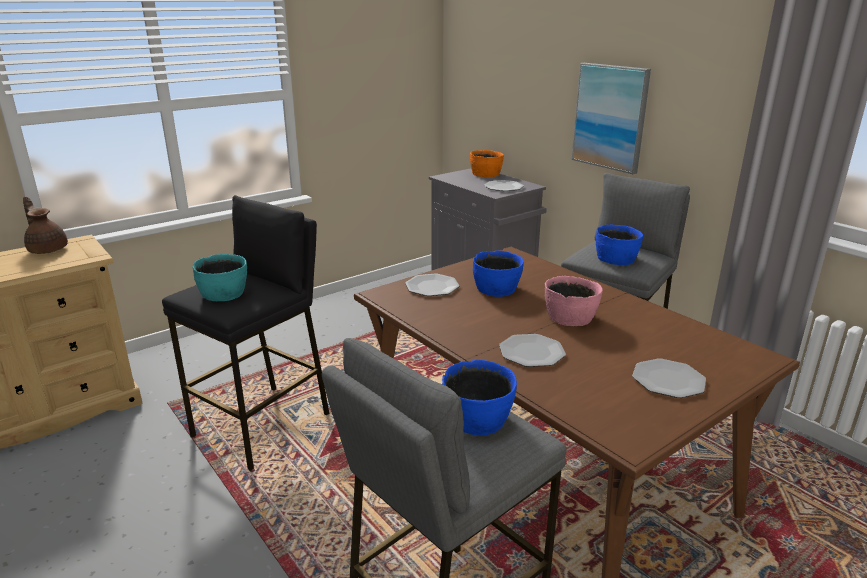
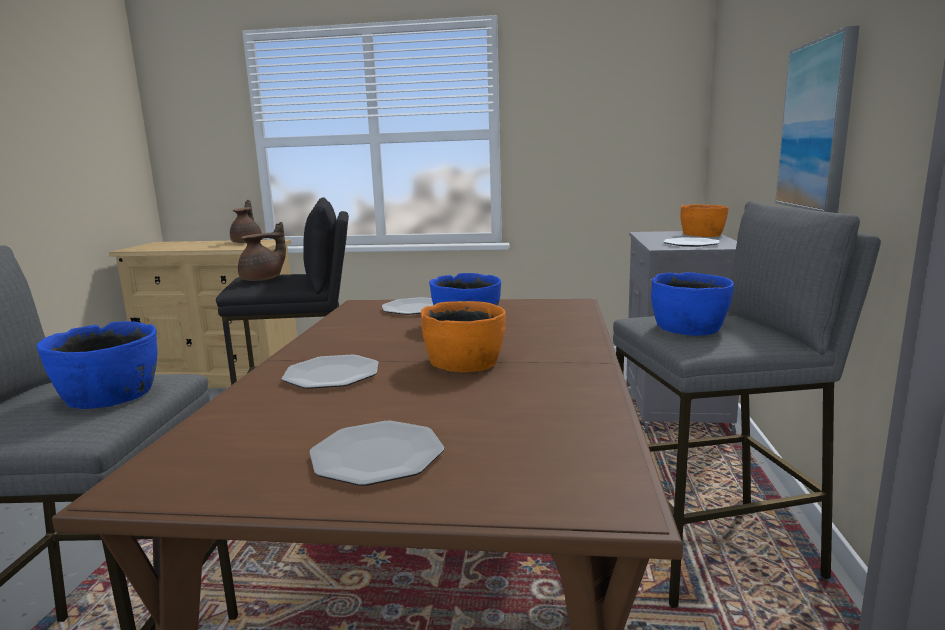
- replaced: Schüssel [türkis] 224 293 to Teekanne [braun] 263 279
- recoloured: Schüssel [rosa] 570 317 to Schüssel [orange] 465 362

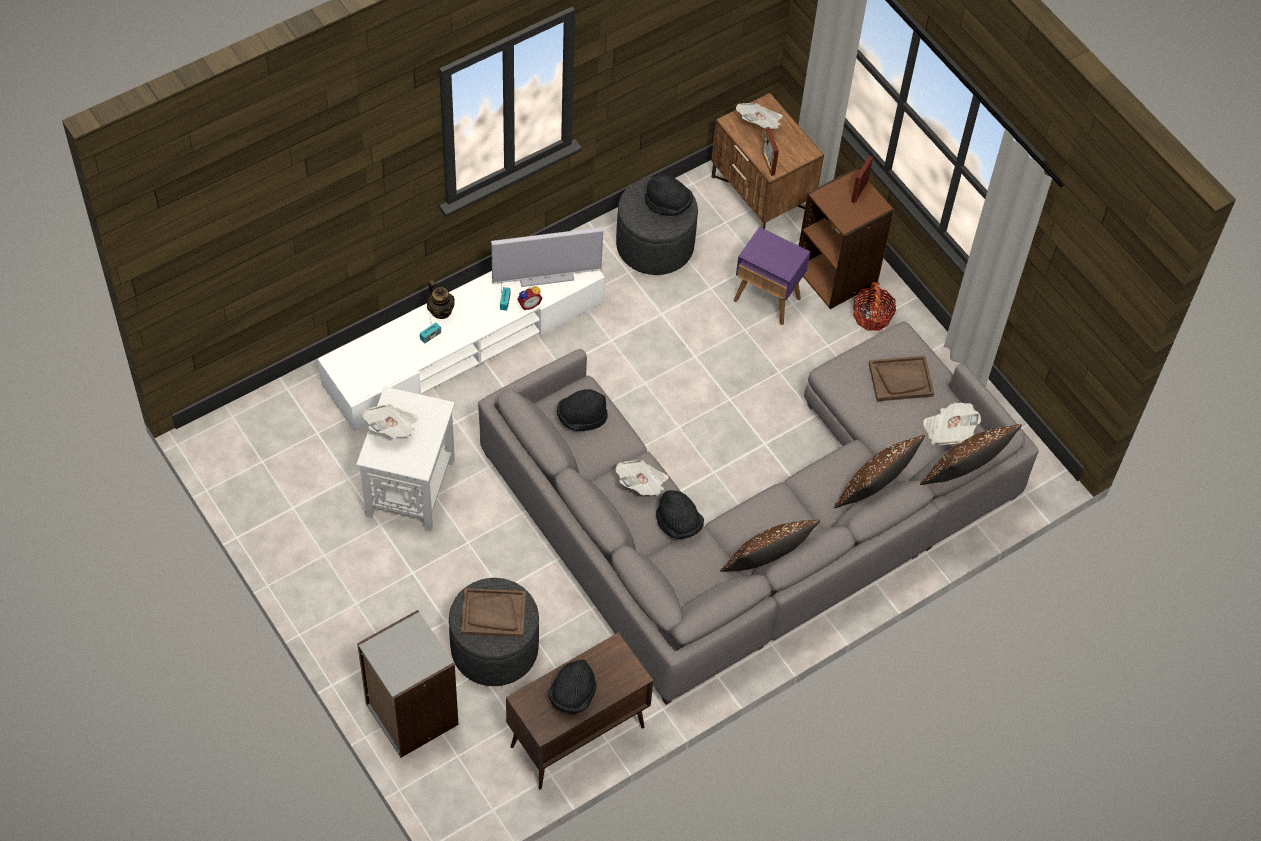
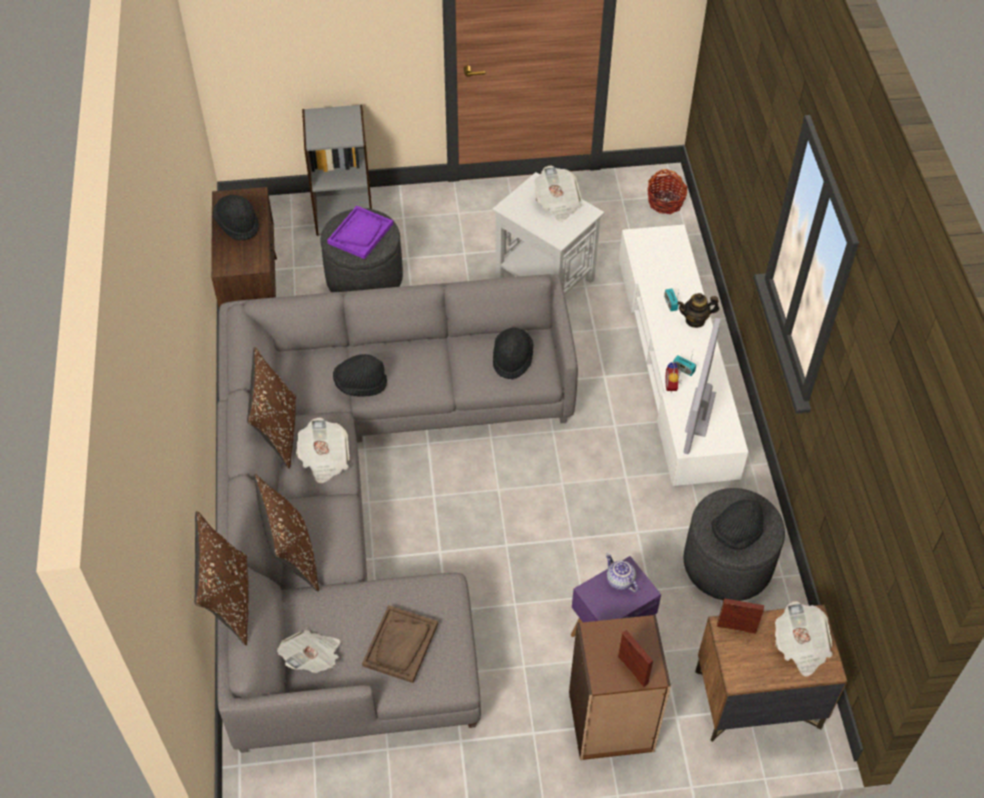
- added: Teekanne 619 581
- moved: Zeitung 642 484 to 324 459
- moved: Korb 872 316 to 665 202
- recoloured: Tablett [braun] 493 614 to Tablett [lila] 360 233

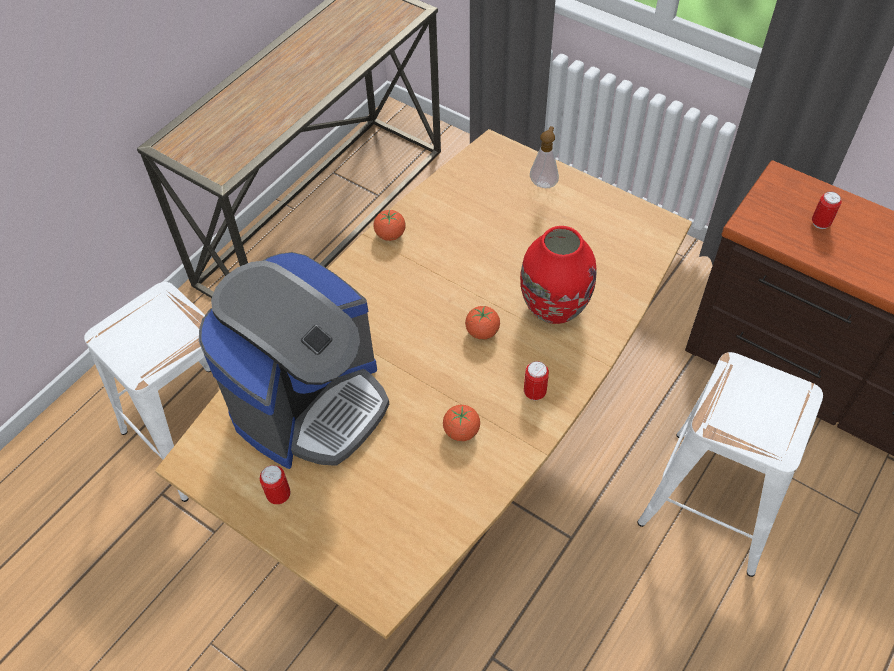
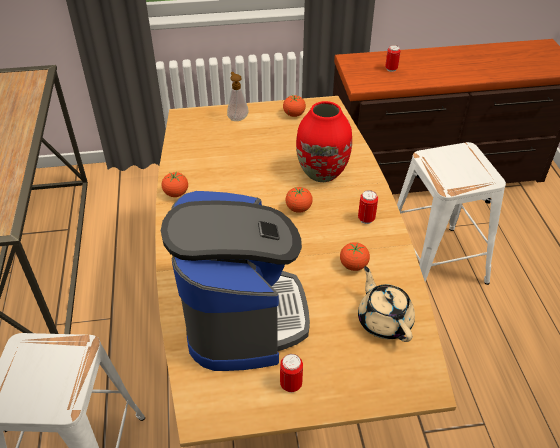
- added: Tomate 294 114
- added: Teekanne [beige] 384 320

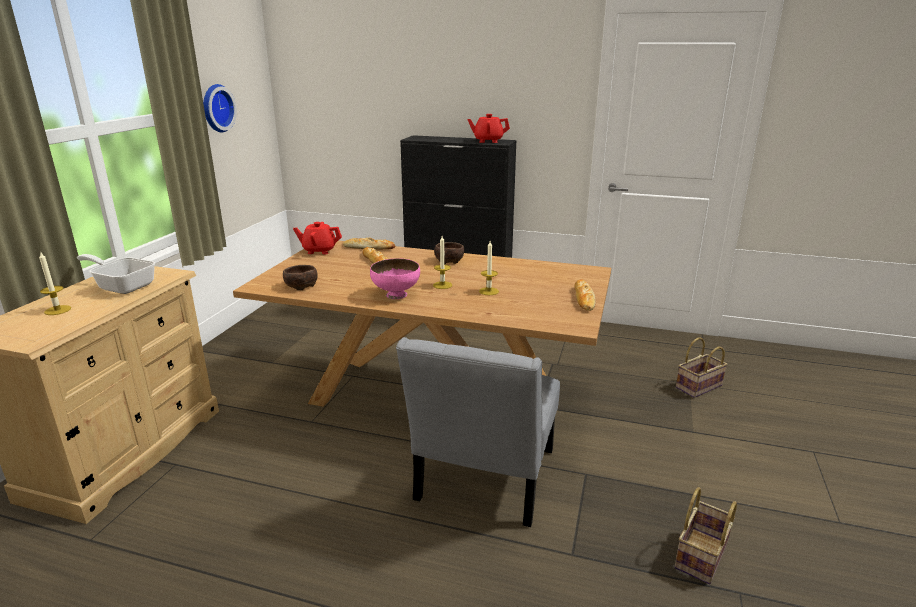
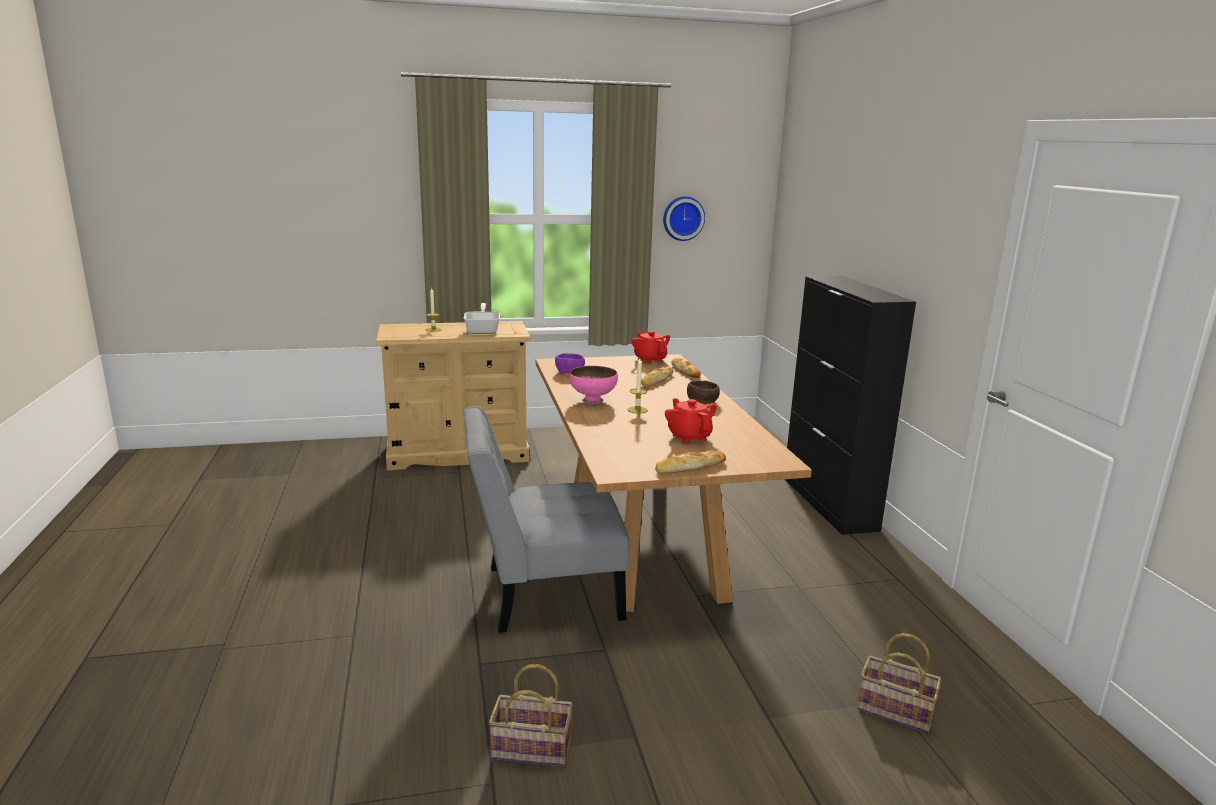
- removed: Kerze 488 291
- moved: Teekanne [rot] 488 141 to 689 437
- recoloured: Schüssel [braun] 300 285 to Schüssel [lila] 569 371

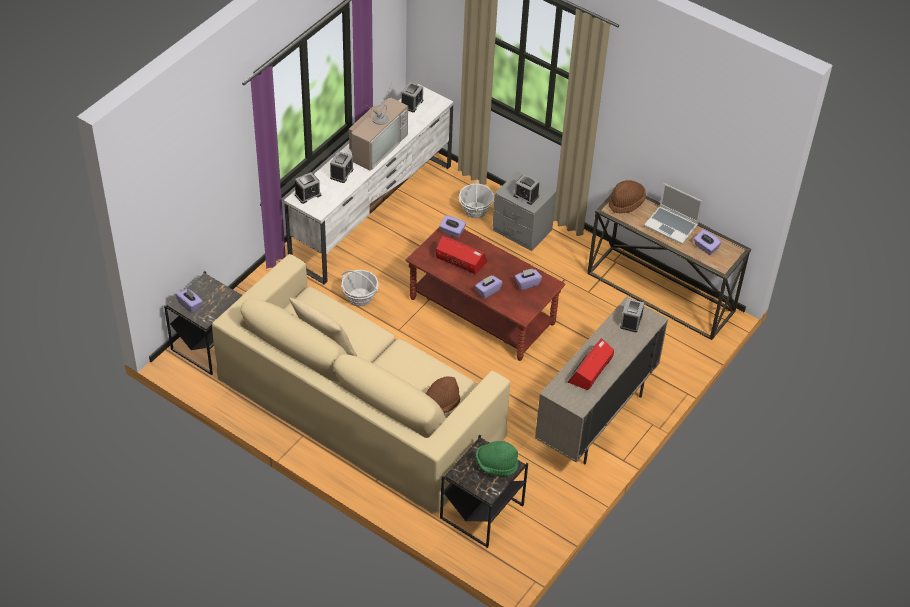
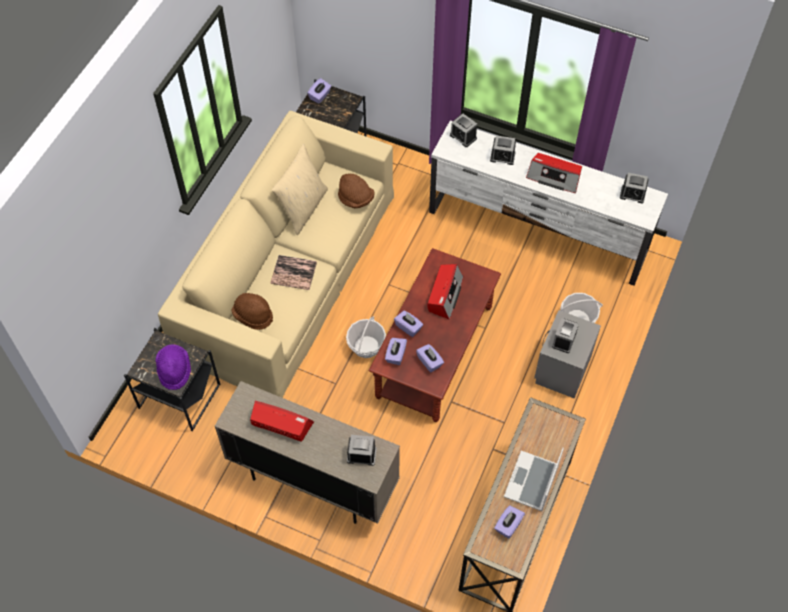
- added: Buch 293 273
- moved: Korb 360 297 to 366 347
- moved: Taschentuchbox [lila] 452 232 to 395 355
- moved: Hut [braun] 626 203 to 356 199
- replaced: Fernseher 377 146 to Radio 554 177
- recoloured: Hut [grün] 496 465 to Hut [lila] 174 371

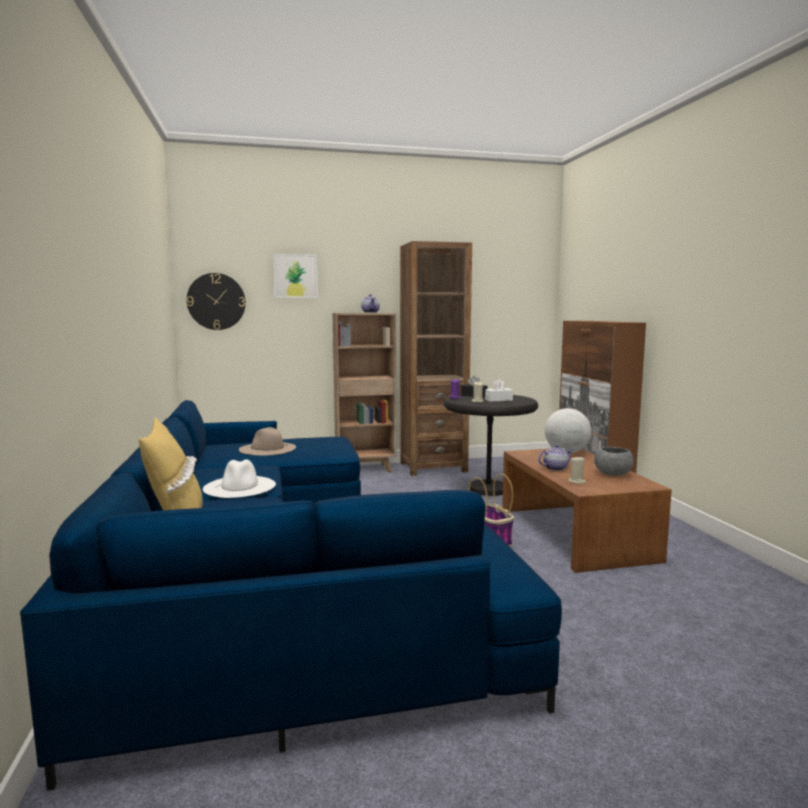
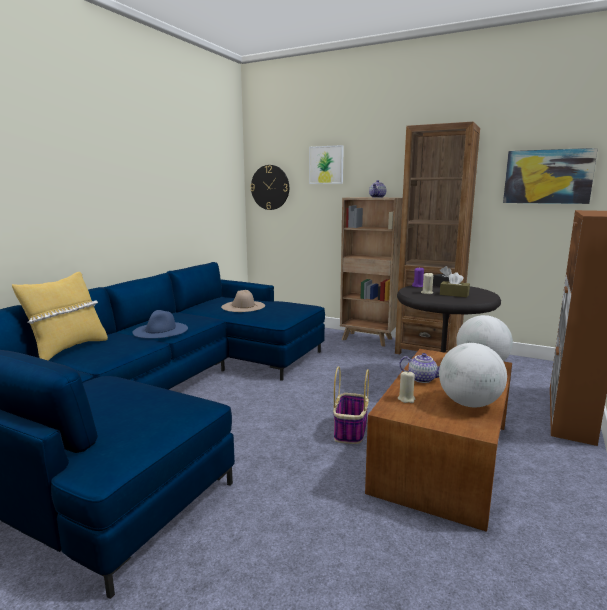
- added: Bild 547 176
- replaced: Schüssel [grau] 613 474 to Globus 469 403
- recoloured: Hut [weiß] 240 486 to Hut [blau] 160 330
- recoloured: Taschentuchbox [weiß] 498 400 to Taschentuchbox [braun] 454 294

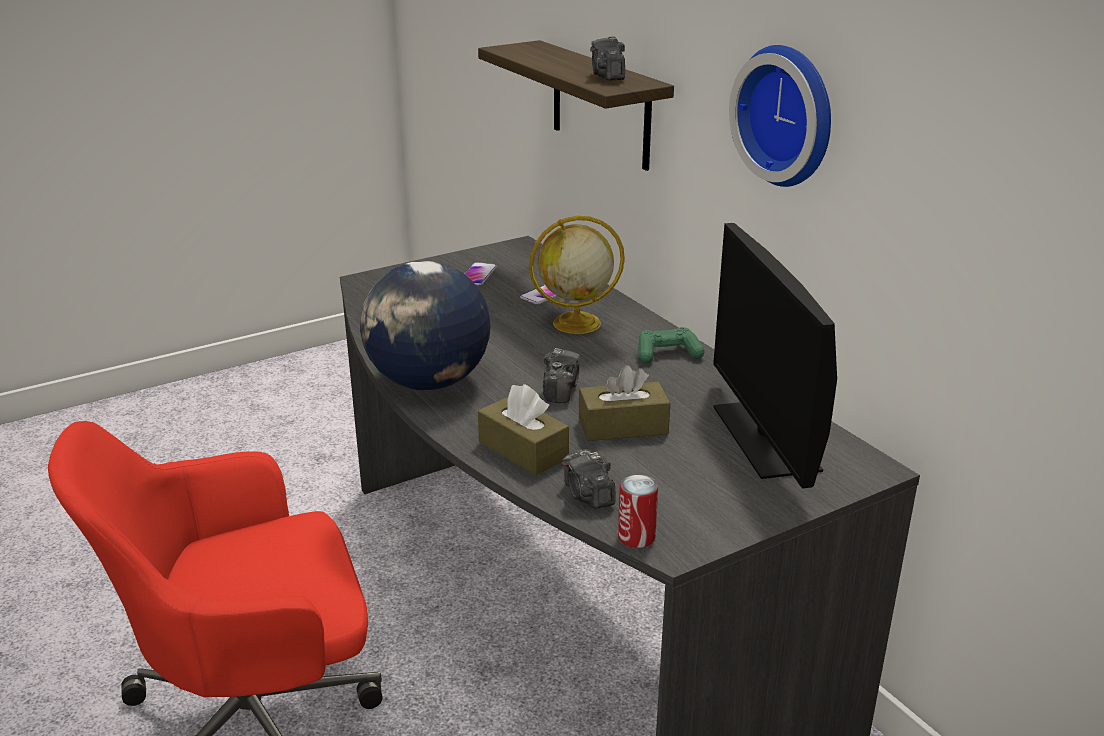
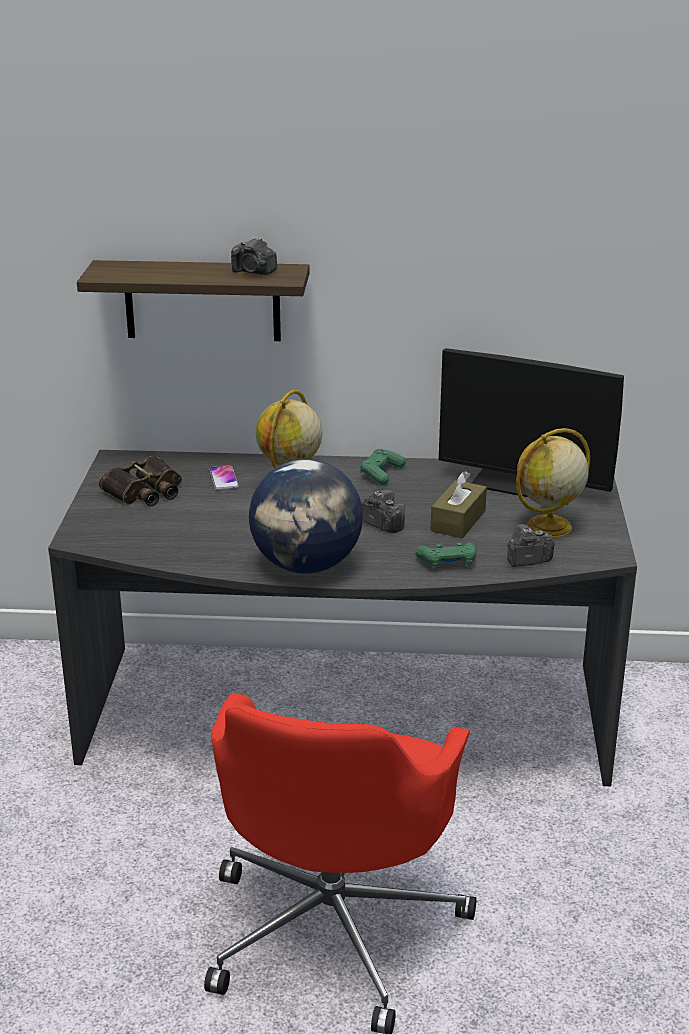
- removed: Dose 636 537
- removed: Wanduhr 789 115
- added: Globus 548 527
- replaced: Handy 478 275 to Fernglas 145 492
- replaced: Taschentuchbox [braun] 523 450 to Gamepad [grün] 448 562
- turned: Kamera 588 495 = 527 560 150 degrees clockwise

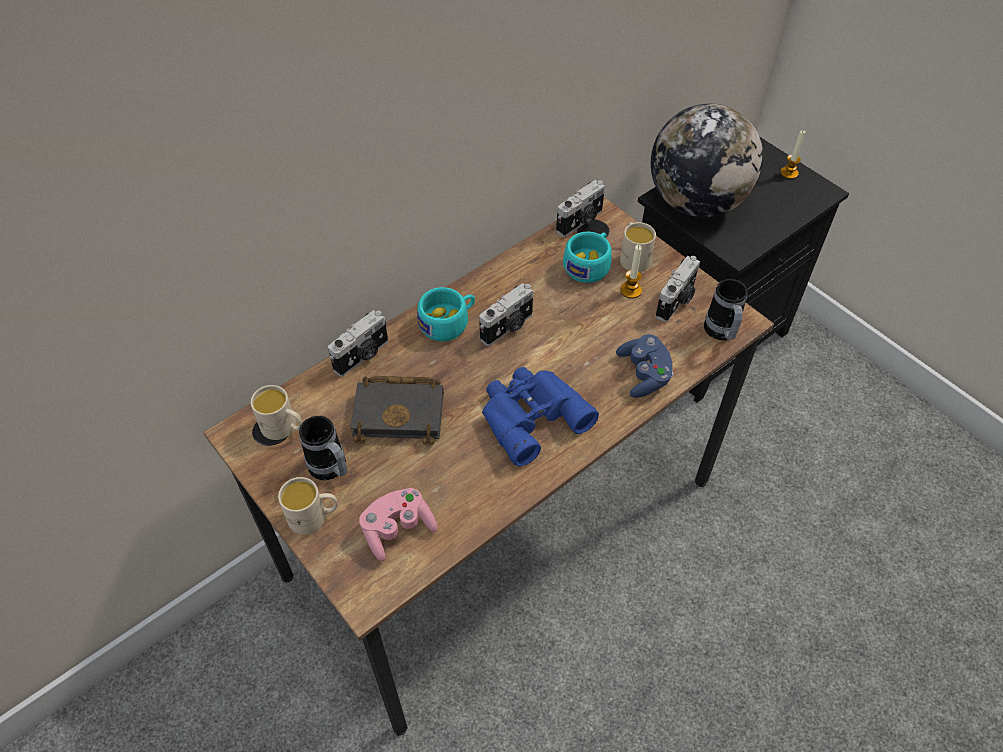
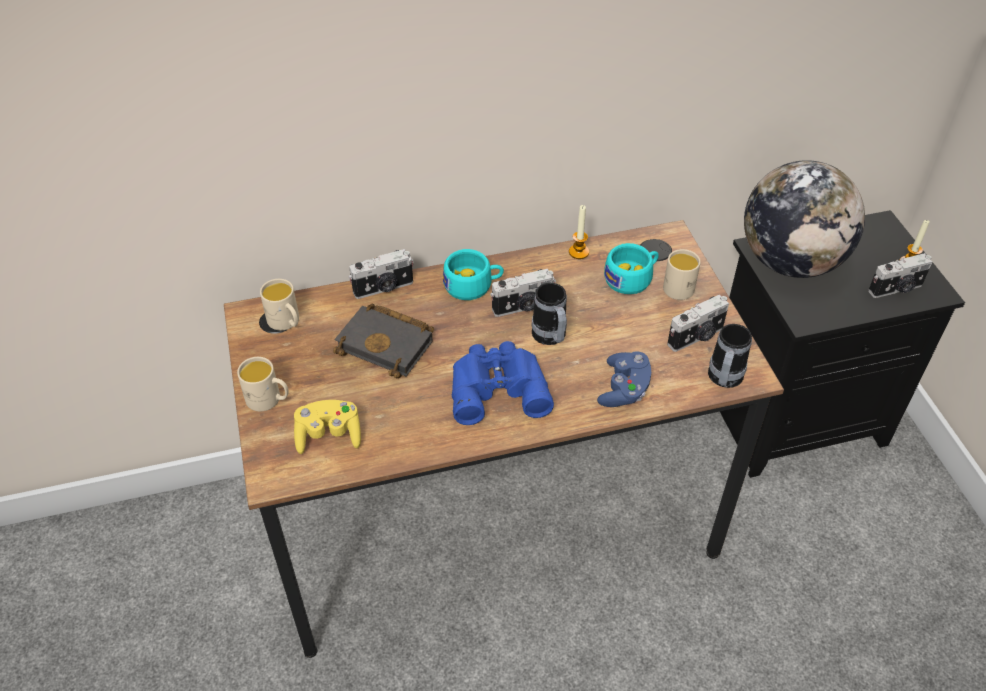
- moved: Henkelbecher 331 470 to 550 338
- moved: Kamera 581 222 to 896 289
- moved: Kerze 630 290 to 578 252
- recoloured: Gamepad [rosa] 398 529 to Gamepad [gelb] 329 435

